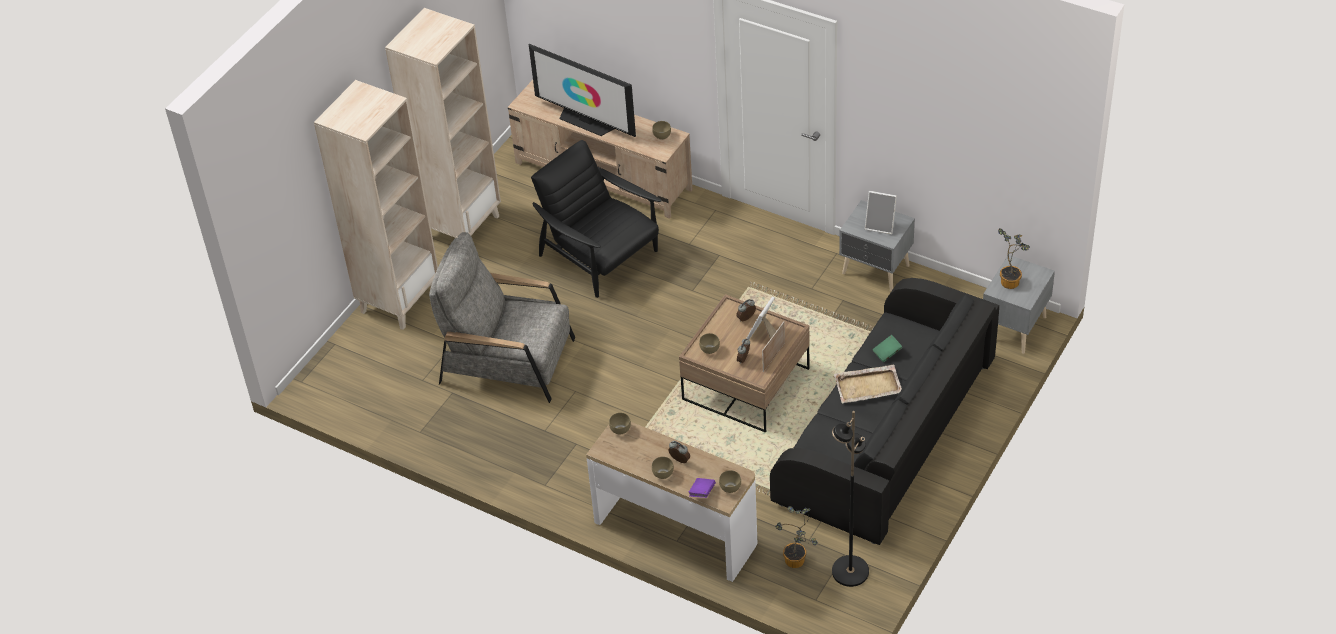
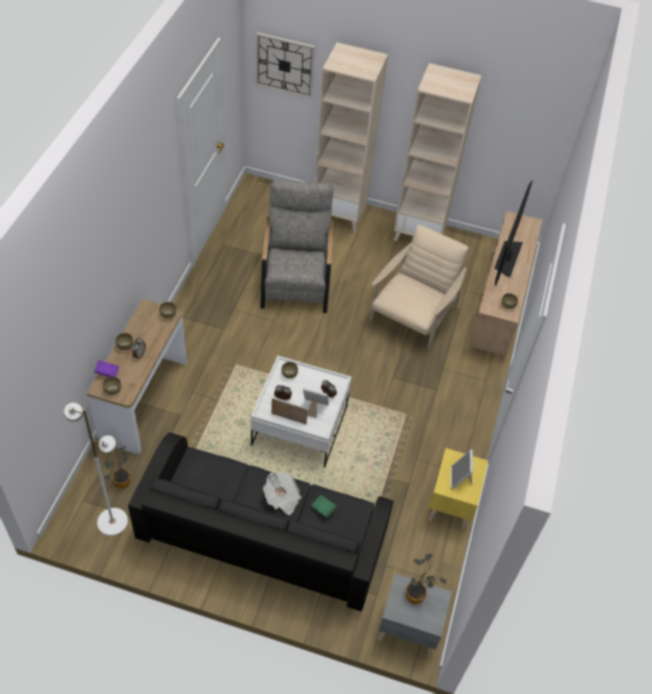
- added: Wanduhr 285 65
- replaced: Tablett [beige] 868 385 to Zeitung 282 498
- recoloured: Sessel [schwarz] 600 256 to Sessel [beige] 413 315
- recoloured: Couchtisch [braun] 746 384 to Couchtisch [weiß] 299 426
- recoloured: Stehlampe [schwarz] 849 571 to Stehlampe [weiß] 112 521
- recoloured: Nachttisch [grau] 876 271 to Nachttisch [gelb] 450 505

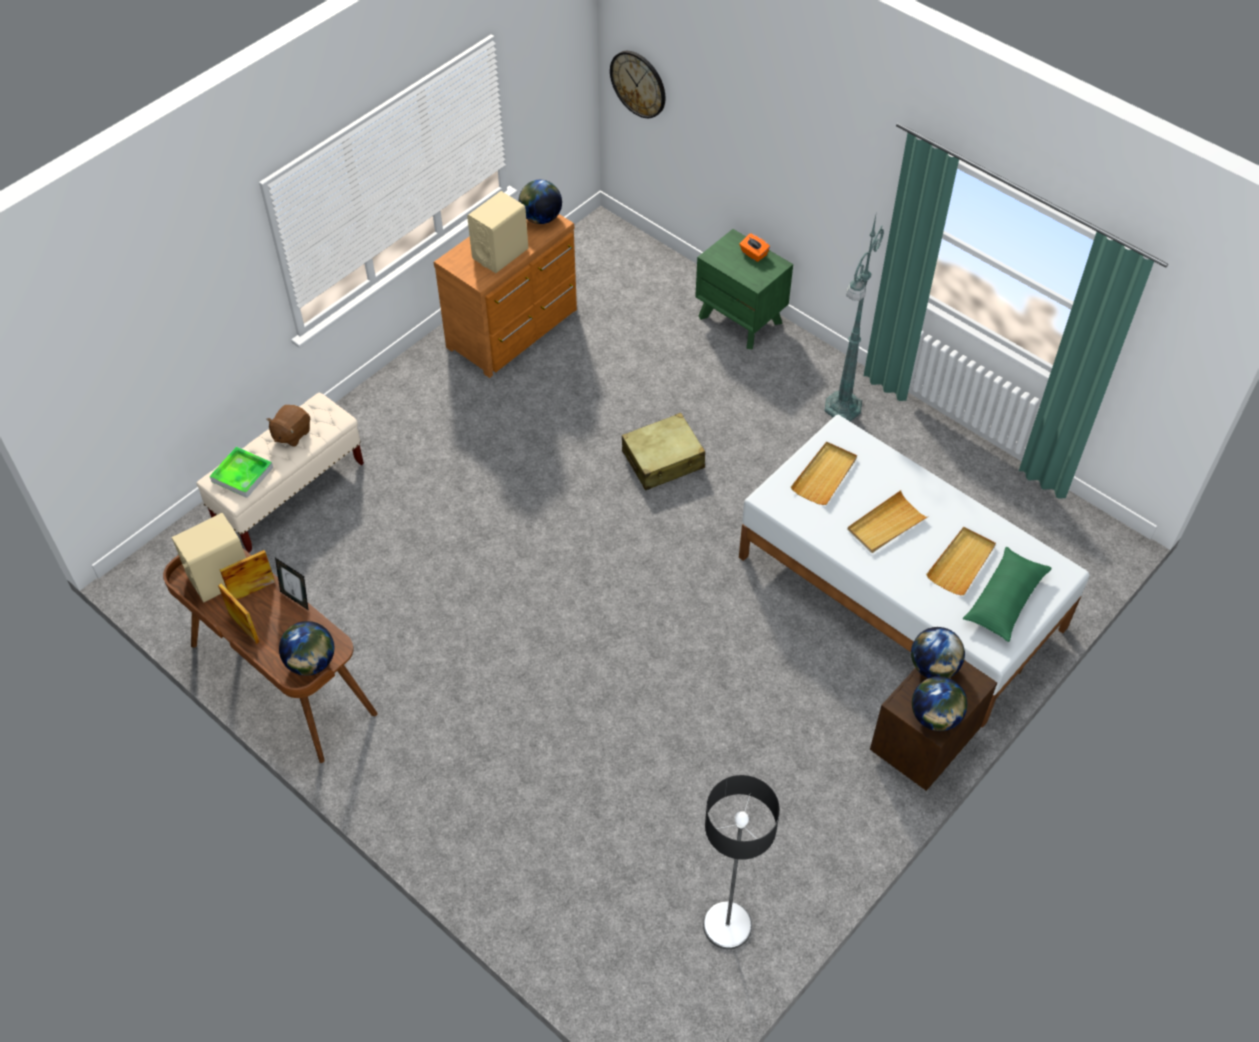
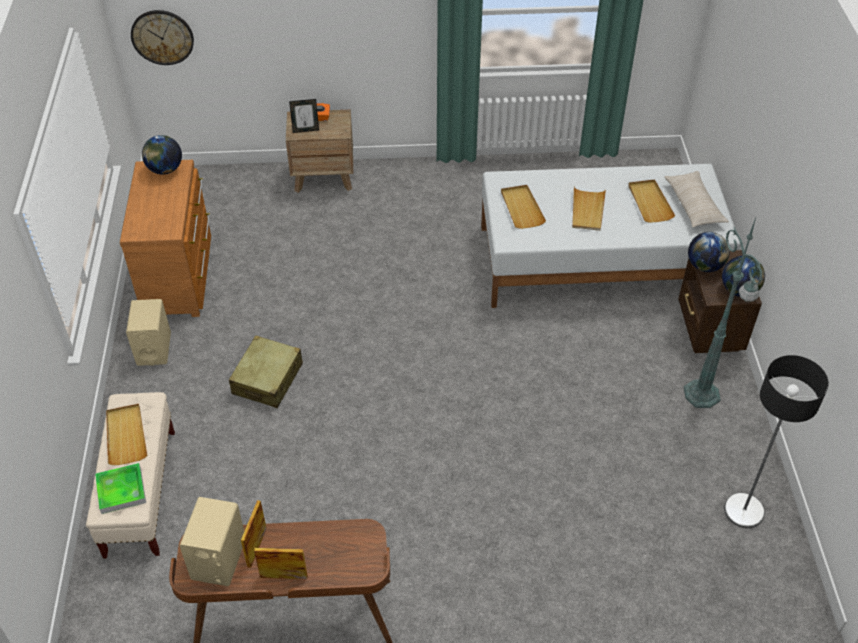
- removed: Globus 311 662
- moved: Bilderrahmen 296 598 to 305 130
- moved: Lautsprecher [beige] 500 253 to 154 349
- moved: Koffer [beige] 663 460 to 268 379
- moved: Stehlampe [grün] 842 408 to 702 396
- replaced: Plüschtier [braun] 291 434 to Tablett [beige] 126 436
- recoloured: Nachttisch [grün] 741 319 to Nachttisch [braun] 324 177
- recoloured: Kissen [grün] 1005 600 to Kissen [beige] 694 205

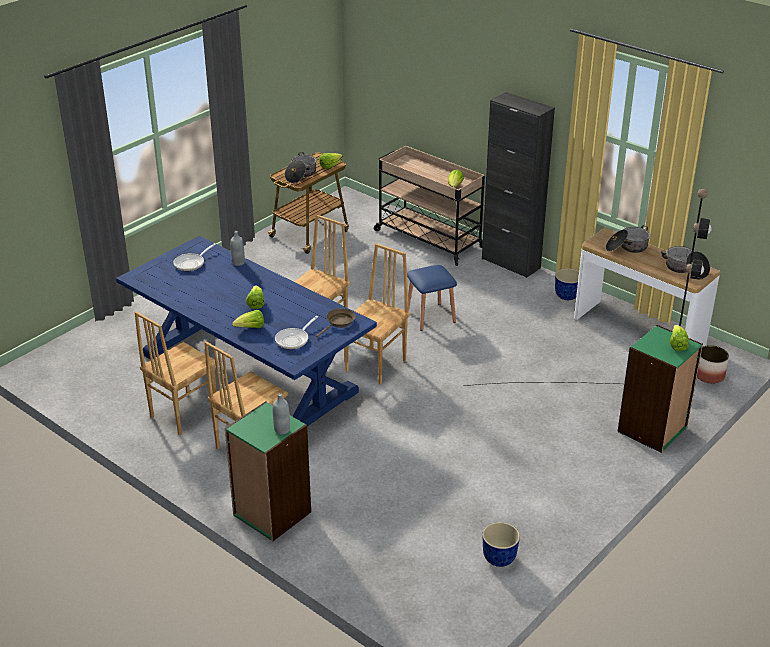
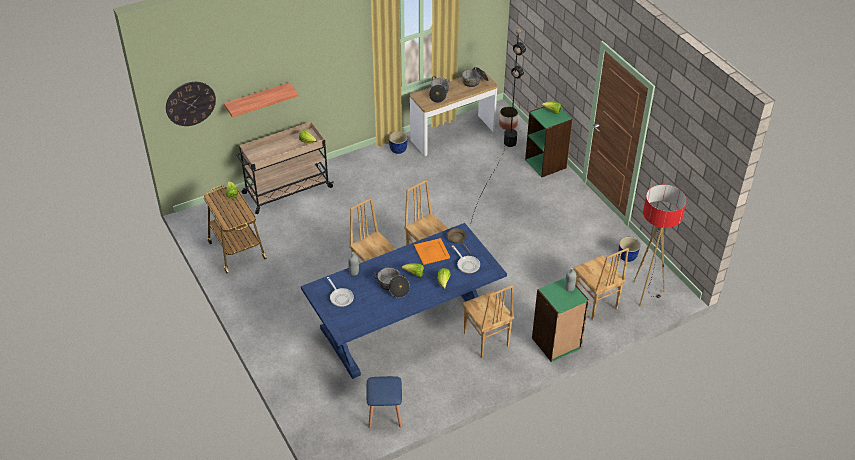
- removed: Schrank [schwarz] 511 263
- added: Wanduhr 190 103
- added: Wandregal 258 100
- added: Tablett [orange] 432 251
- added: Stehlampe 646 293
- moved: Stuhl [braun] 182 414 to 594 303
- moved: Kochtopf 301 175 to 392 286
- moved: Hocker [blau] 430 316 to 385 414

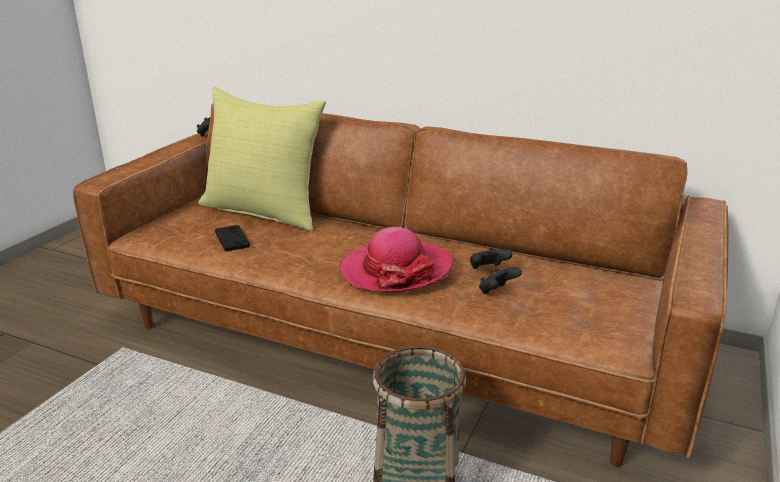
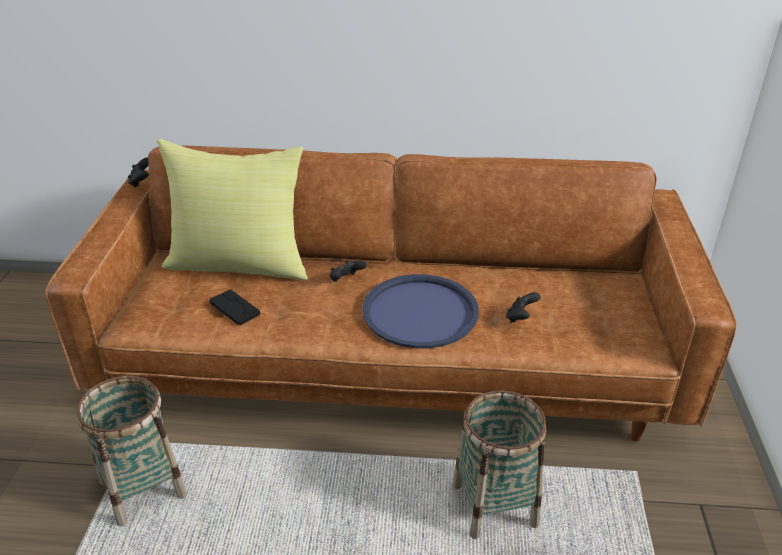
- added: Korb 143 488
- moved: Gamepad [schwarz] 487 270 to 346 280
- replaced: Hut 396 270 to Tablett [blau] 420 312

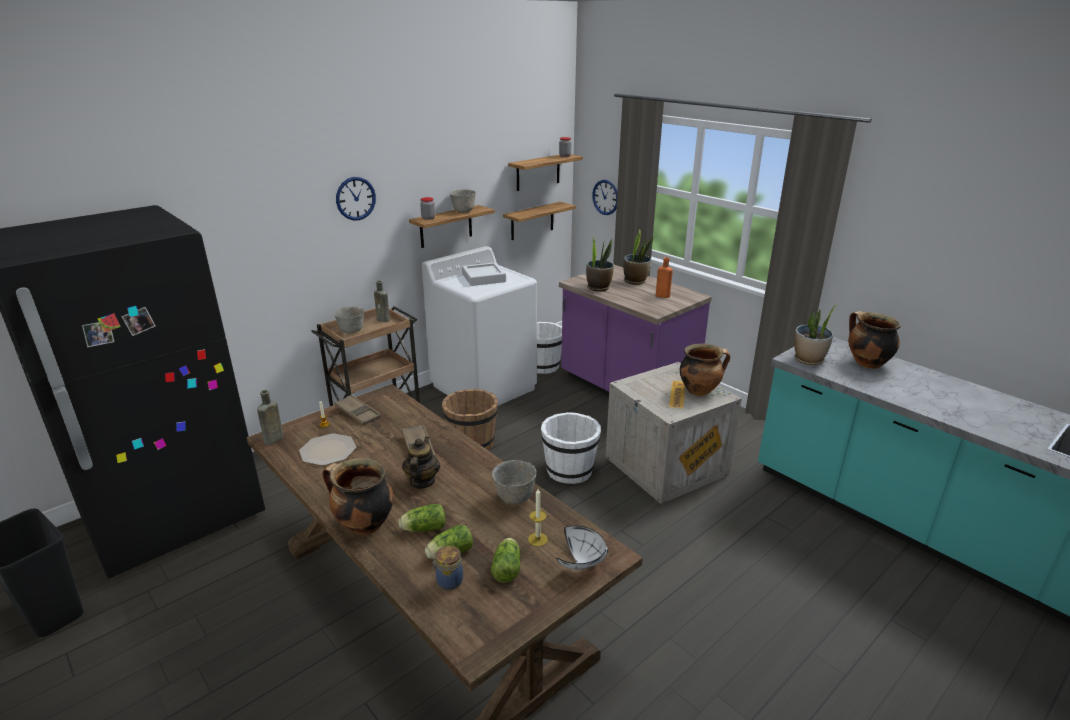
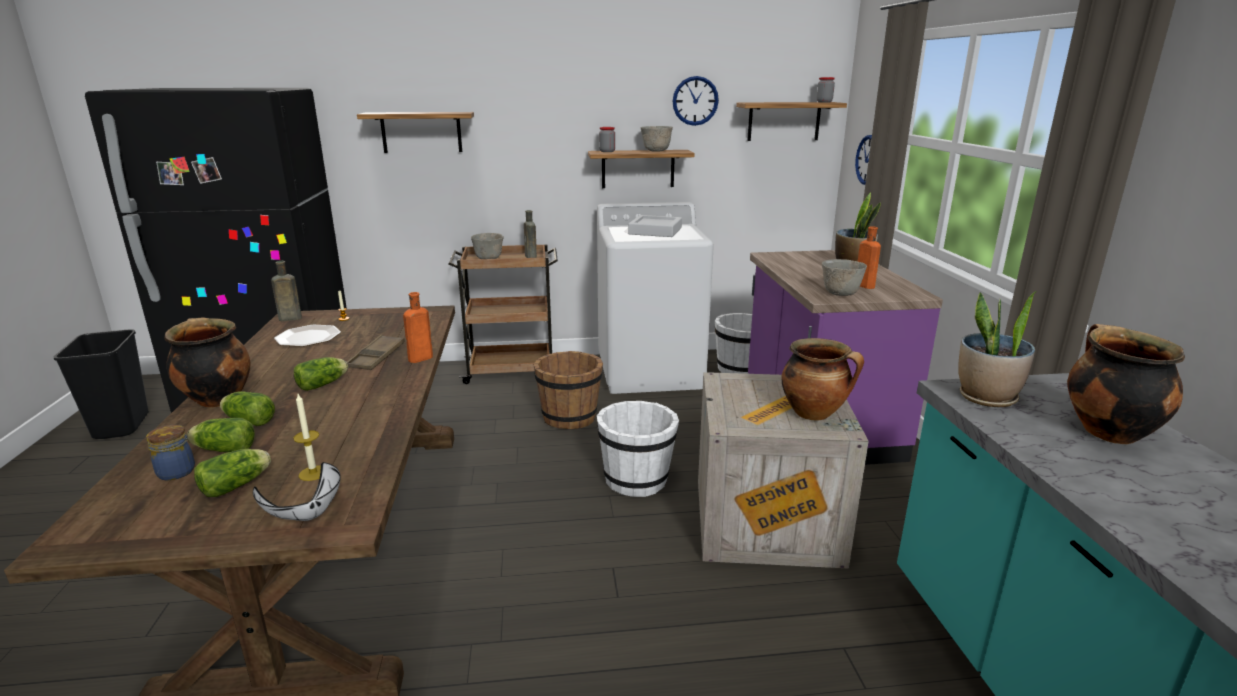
- removed: Tablett [braun] 358 413
- removed: Topfpflanze 598 287
- added: Flasche [orange] 419 359
- moved: Wanduhr 355 198 to 695 101
- moved: Schüssel [grau] 514 498 to 840 294
- moved: Wandregal 532 221 to 421 132
- replaced: Teekanne 422 481 to Salatkopf 324 384

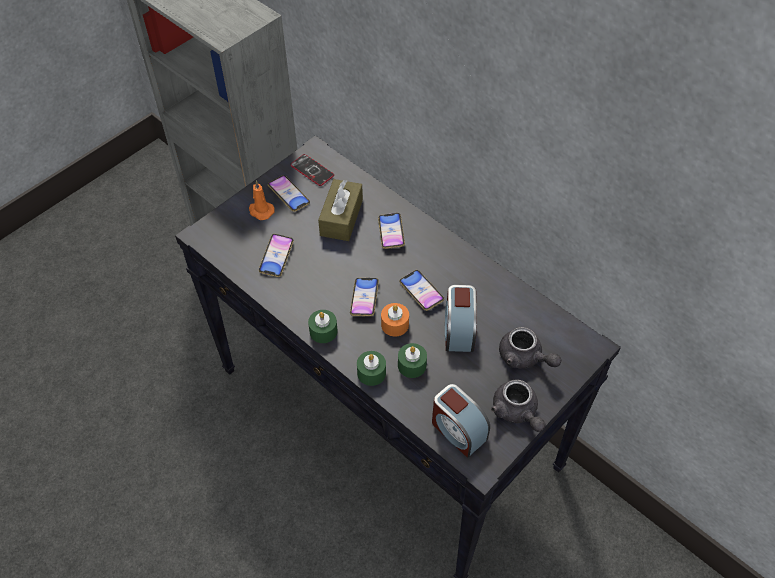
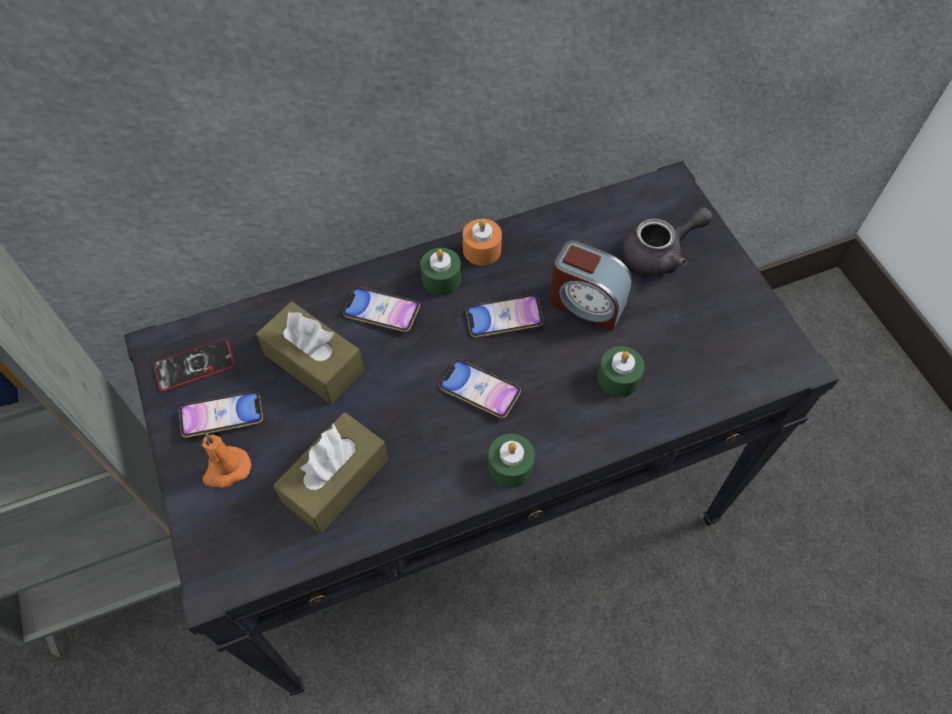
- removed: Wecker 458 430
- removed: Teekanne [grau] 516 412
- moved: Kerze [grün] 371 373 to 441 279
- moved: Kerze [orange] 395 324 to 482 250
- replaced: Handy 276 257 to Taschentuchbox [braun] 336 480

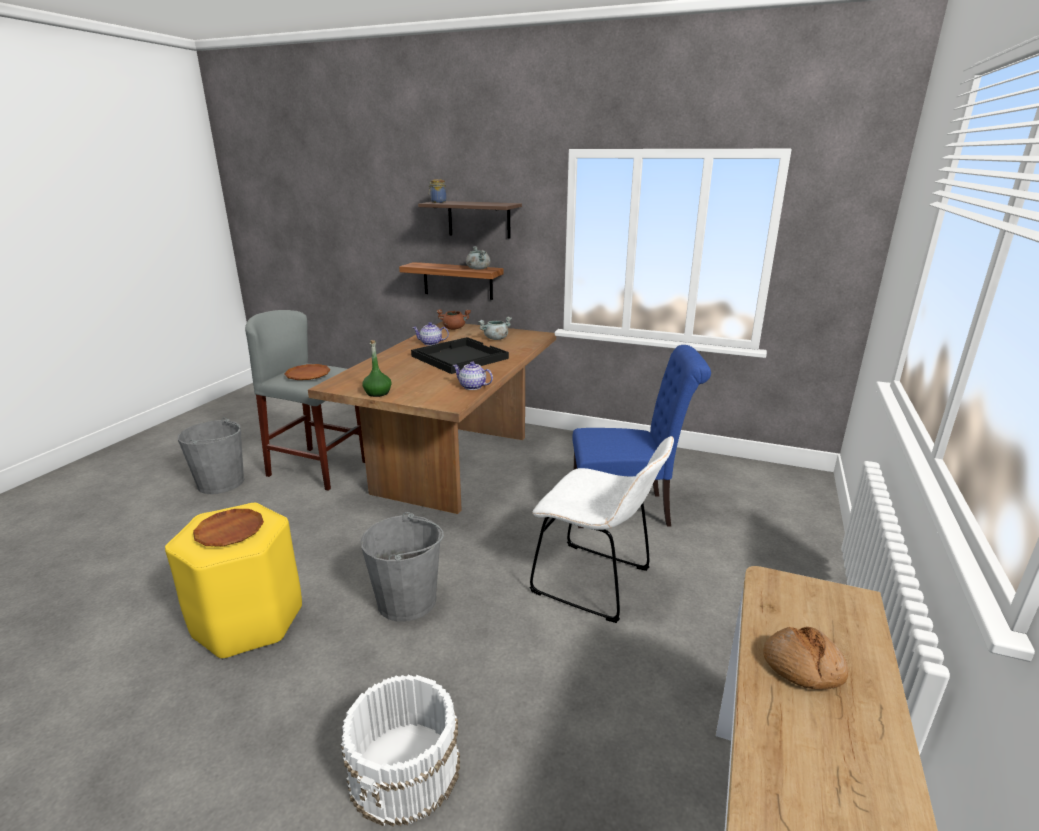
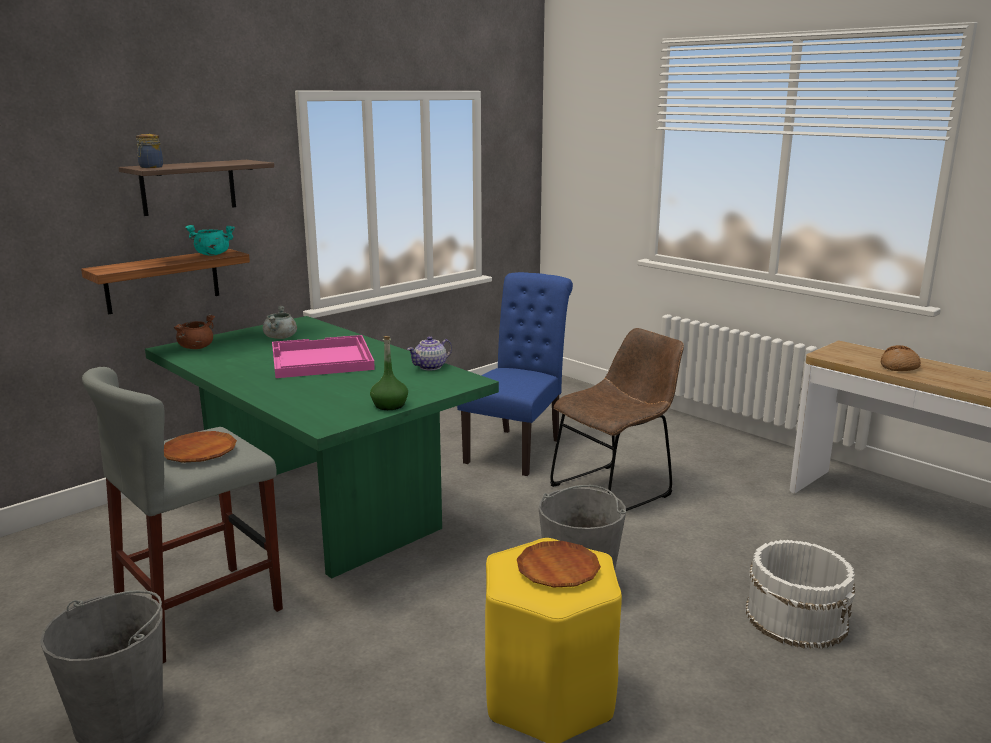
- removed: Teekanne 431 343
- recoloured: Esstisch [braun] 454 464 to Esstisch [grün] 323 509
- recoloured: Tablett [schwarz] 458 357 to Tablett [rosa] 320 360
- recoloured: Kochtopf [grau] 478 269 to Kochtopf [türkis] 212 254
- recoloured: Stuhl [weiß] 597 583 to Stuhl [braun] 615 489

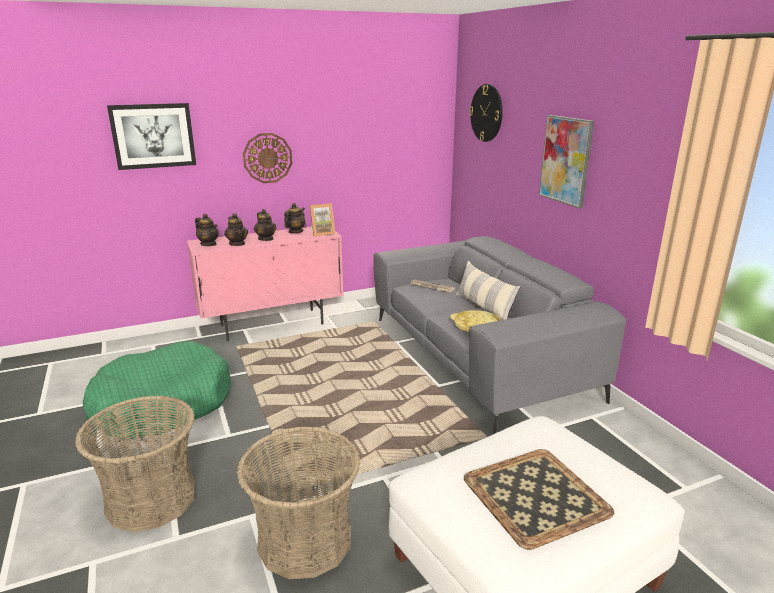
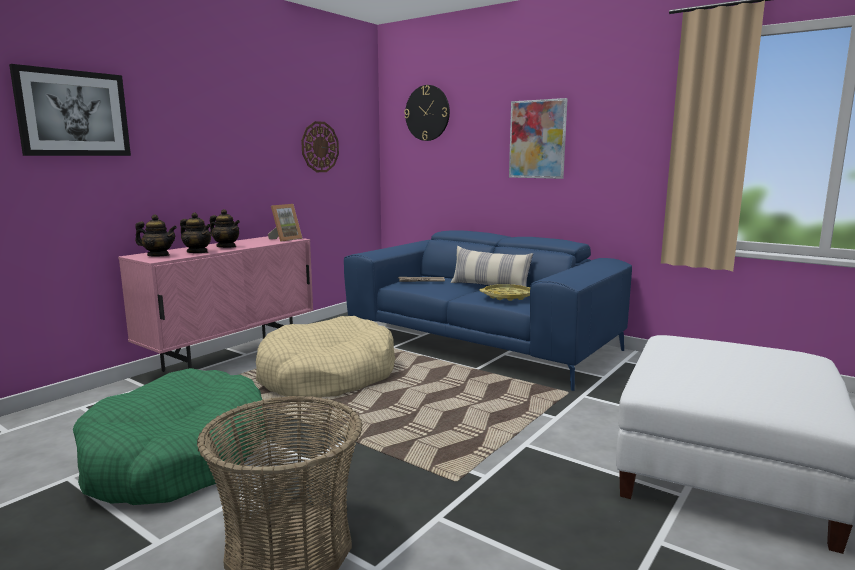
- removed: Korb 305 540
- removed: Teekanne 295 232
- removed: Tablett 535 497
- added: Hundebett [beige] 327 376
- moved: Wanduhr 267 158 to 319 147
- recoloured: Sofa [grau] 477 356 to Sofa [blau] 481 343

